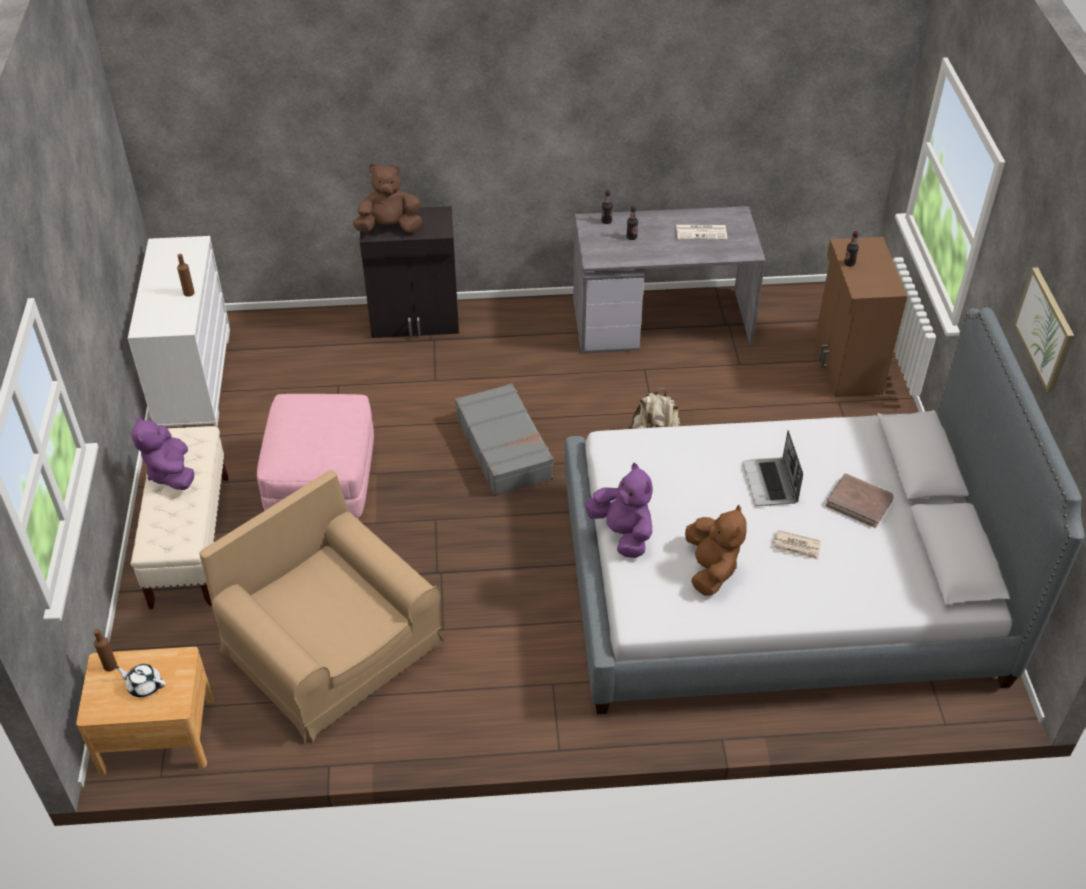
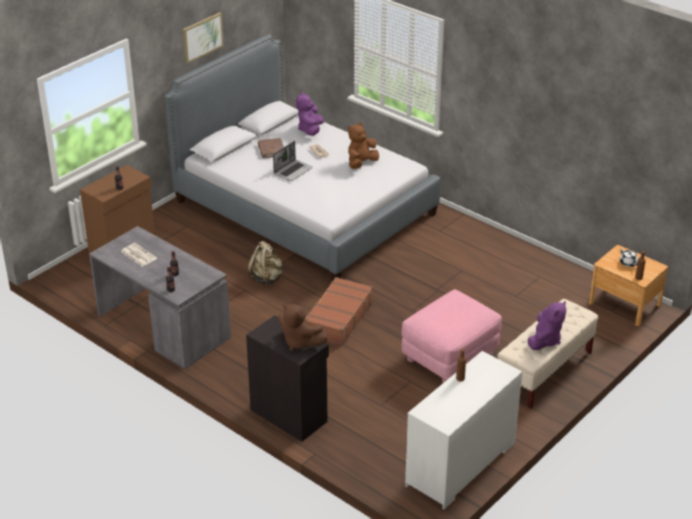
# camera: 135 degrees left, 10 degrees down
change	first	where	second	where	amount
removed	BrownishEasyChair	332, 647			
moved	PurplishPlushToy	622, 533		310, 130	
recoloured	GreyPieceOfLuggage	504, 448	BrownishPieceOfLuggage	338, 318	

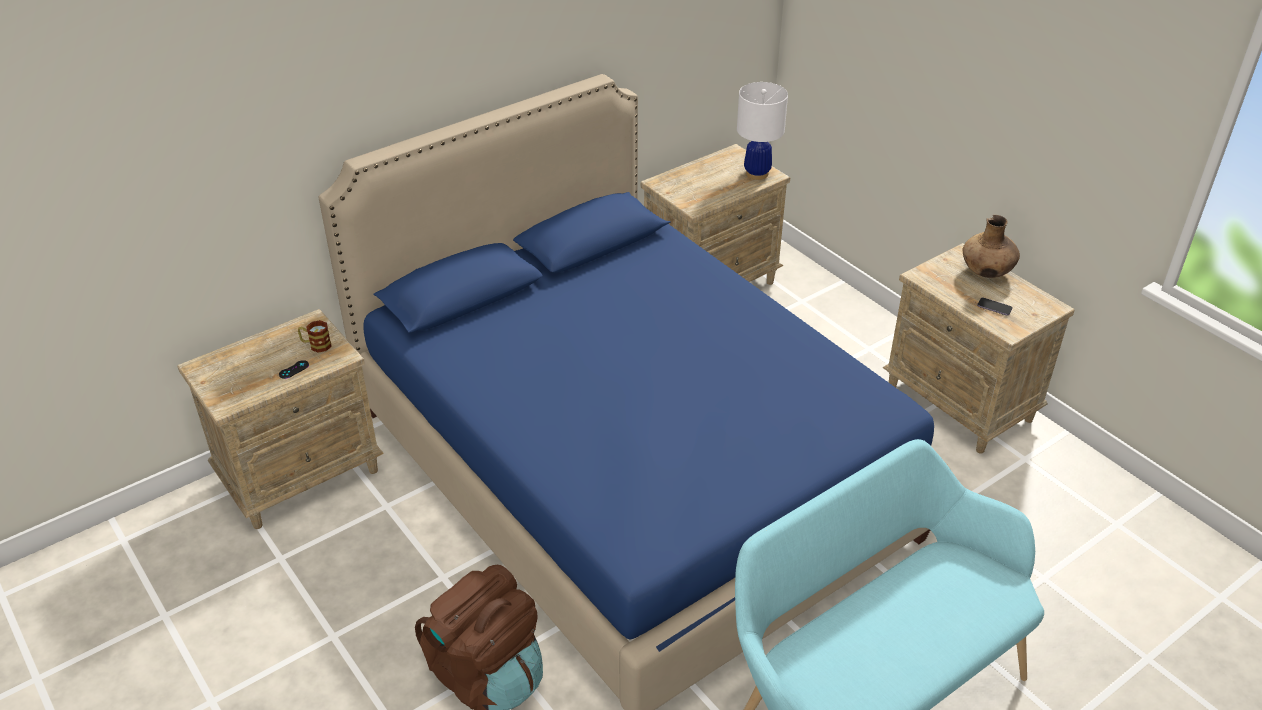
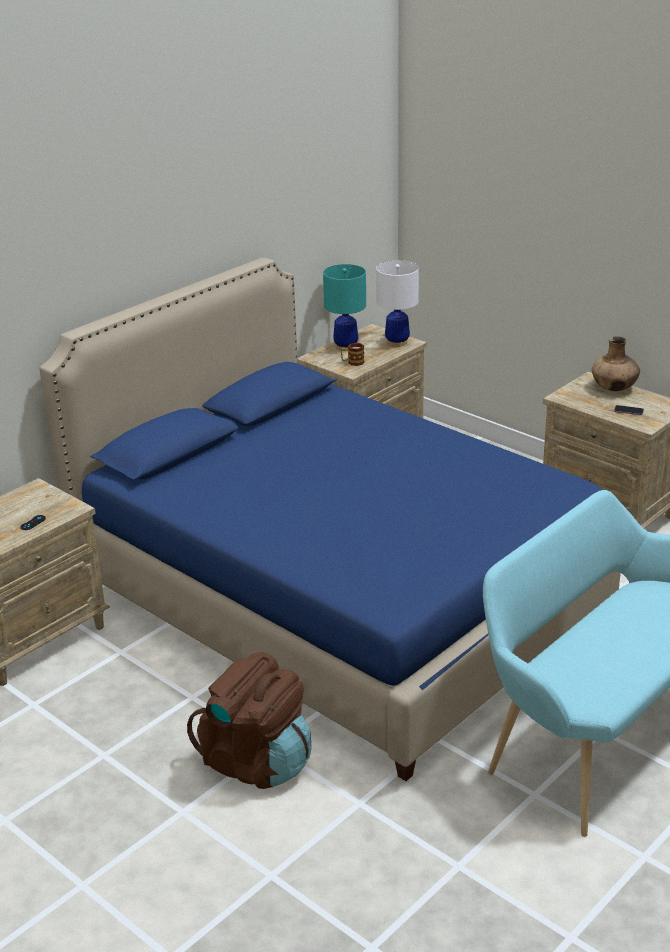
# camera: 10 degrees left, 10 degrees down
change	first	where	second	where	amount
added			TurquoiseColouredTableLamp	345, 346	
moved	CoffeeMug	316, 345		352, 362	

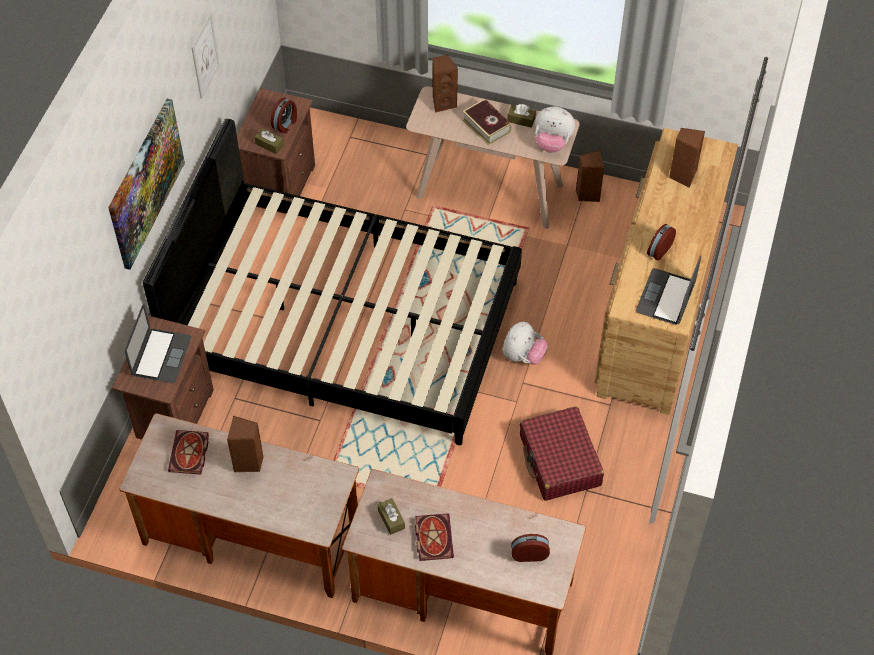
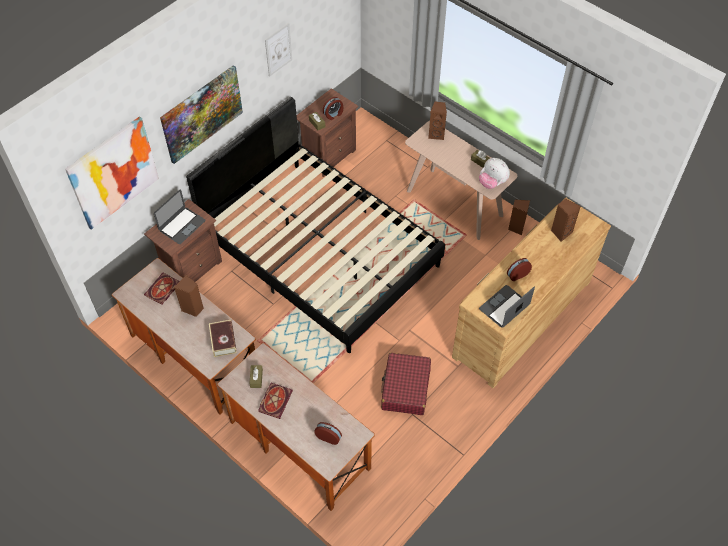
# camera: 25 degrees right, 0 degrees up
change	first	where	second	where	amount
removed	PlushToy	523, 356			
added			Picture	113, 173	
moved	Book	486, 126		223, 340	

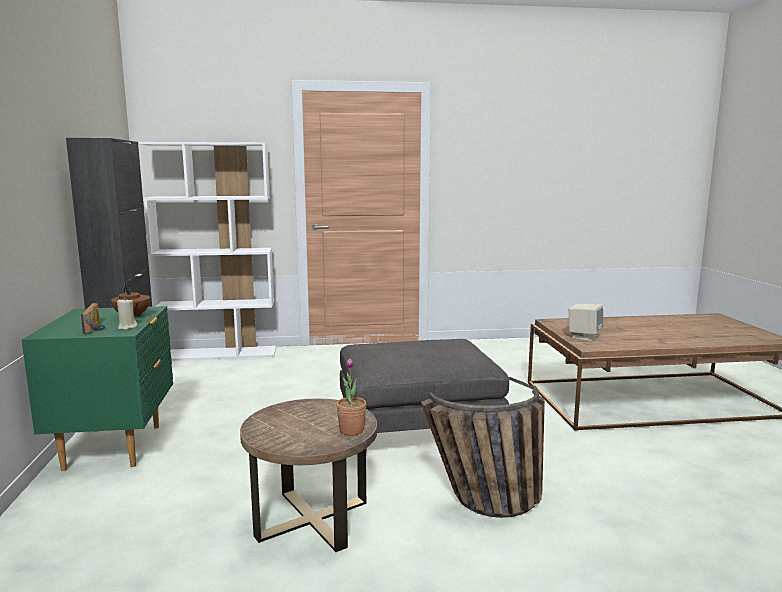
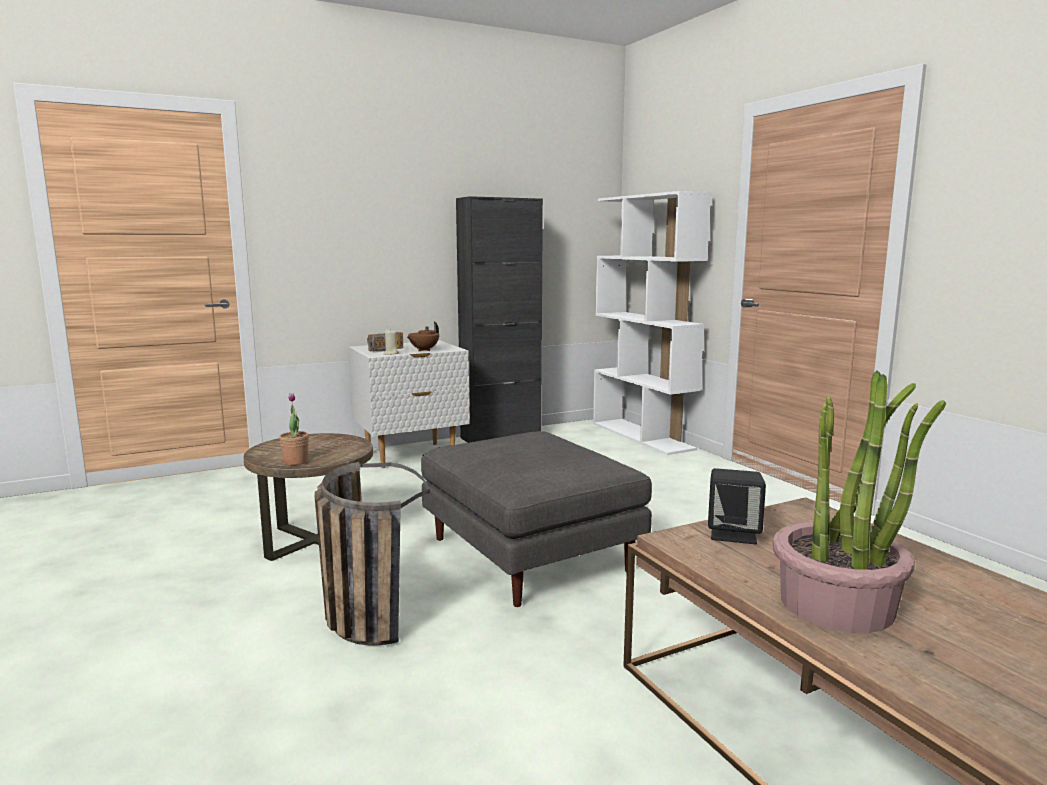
# camera: 70 degrees right, 0 degrees up
change	first	where	second	where	amount
added			Houseplant	837, 605	
recoloured	GreenColouredNightTable	115, 447	WhitishNightTable	411, 455	
recoloured	BeigeLoudspeaker	584, 337	BlackishLoudspeaker	733, 534	

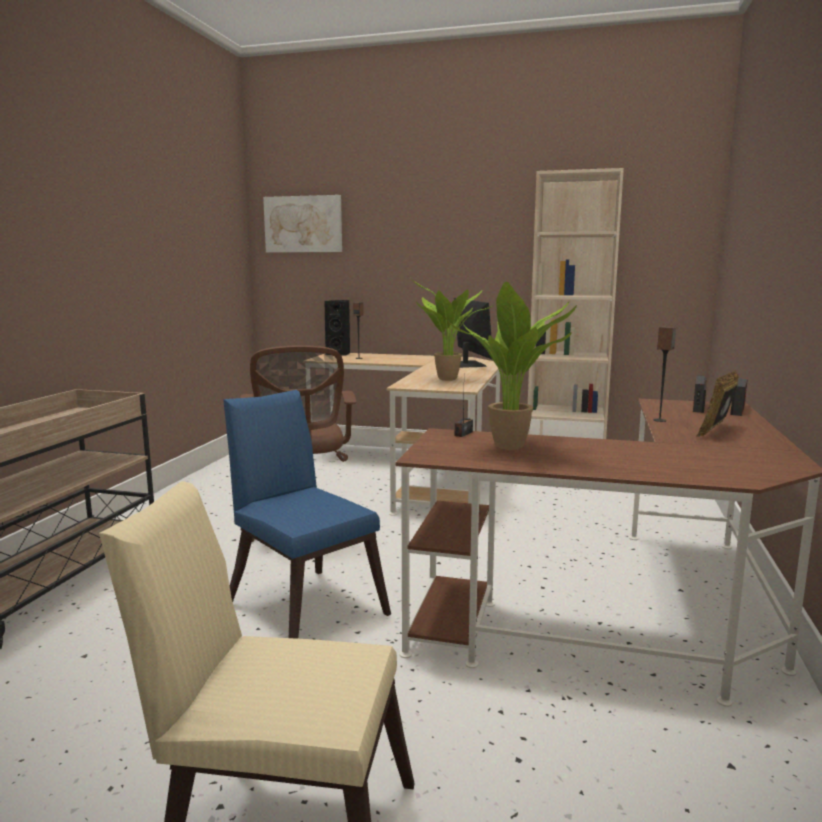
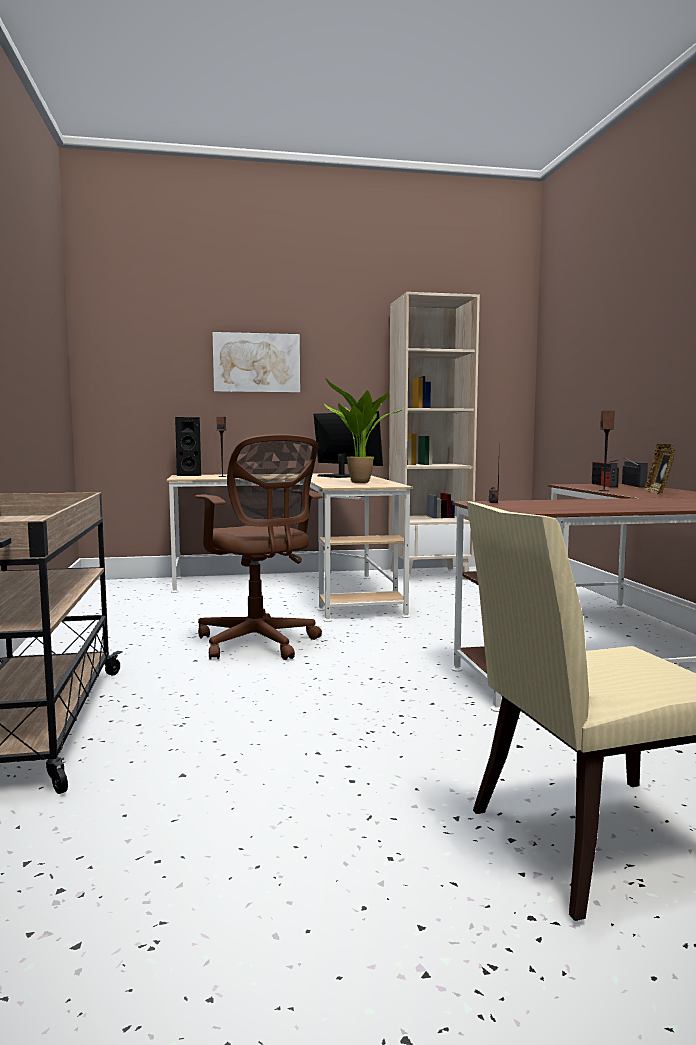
# camera: 25 degrees left, 5 degrees down
change	first	where	second	where	amount
removed	BluePlainChair	303, 604			
removed	Houseplant	514, 447			
moved	Picture	303, 224		256, 363	

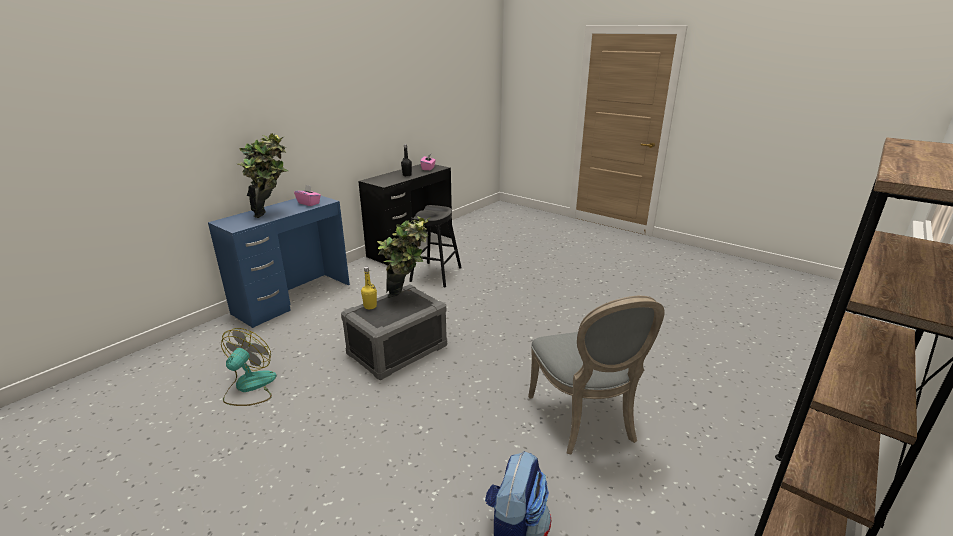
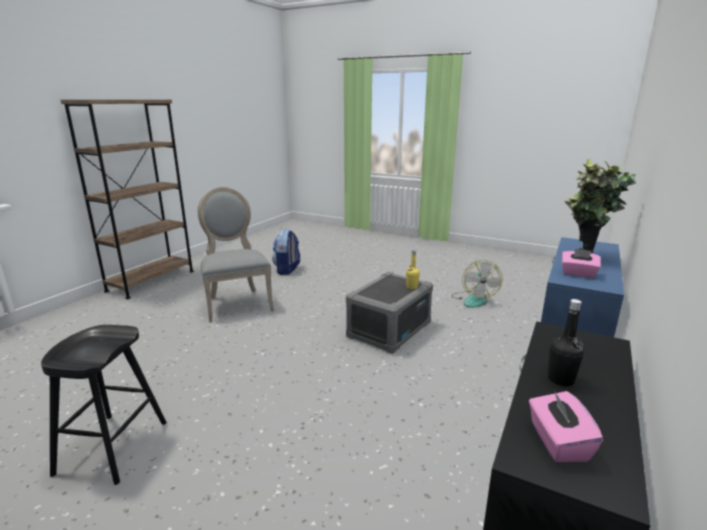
# camera: 170 degrees right, 5 degrees down
change	first	where	second	where	amount
removed	Houseplant	408, 296			
moved	BlackishSittingStool	436, 274		112, 447	

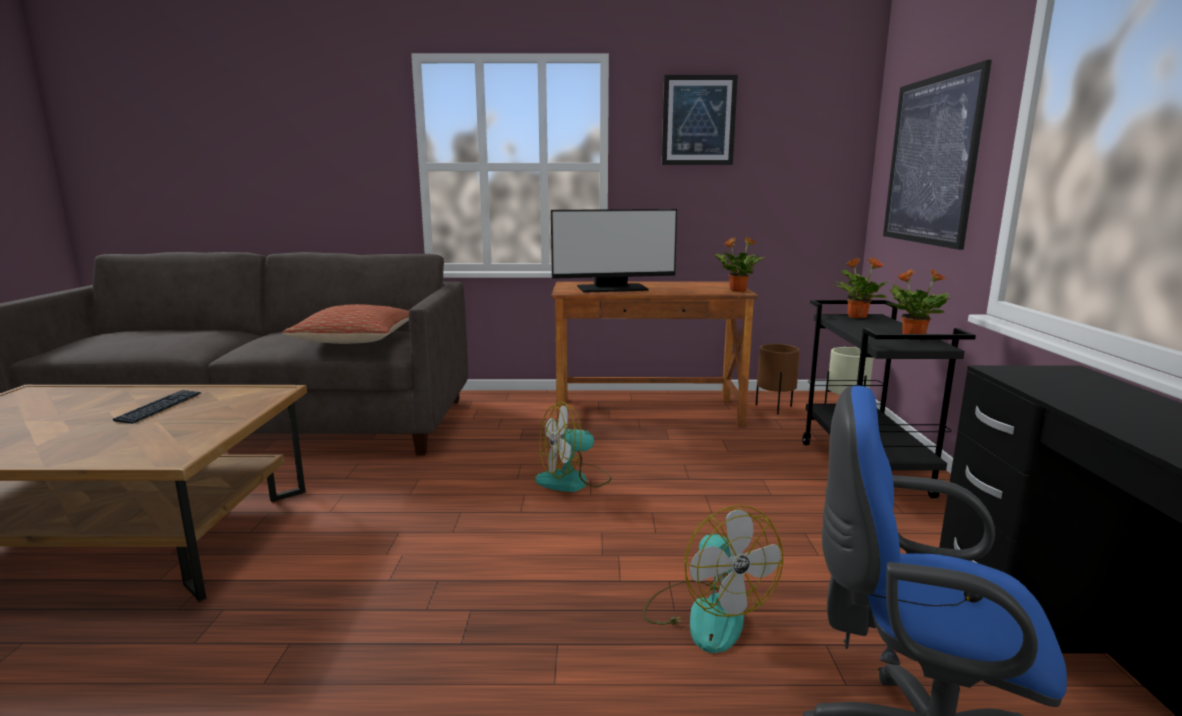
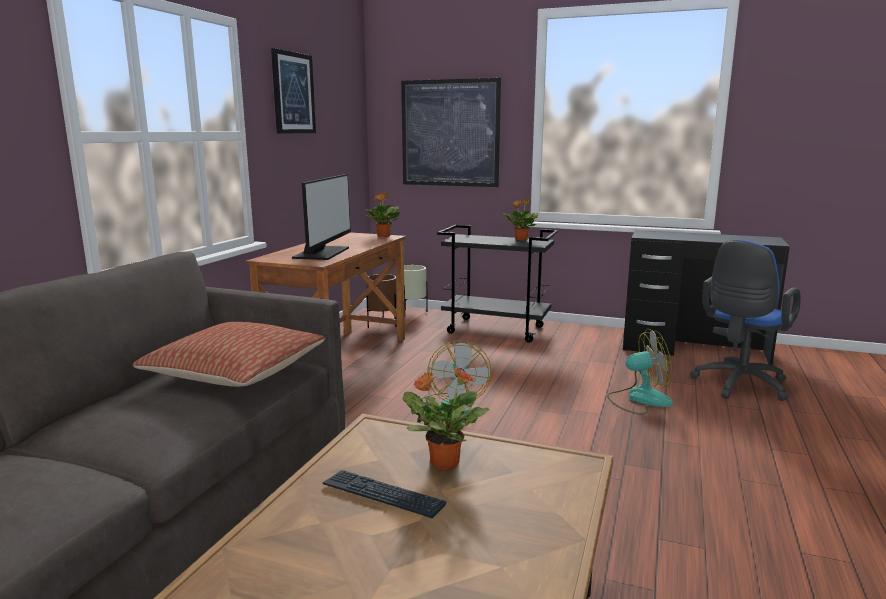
# camera: 70 degrees left, 0 degrees up
change	first	where	second	where	amount
moved	Houseplant	856, 316		443, 462	

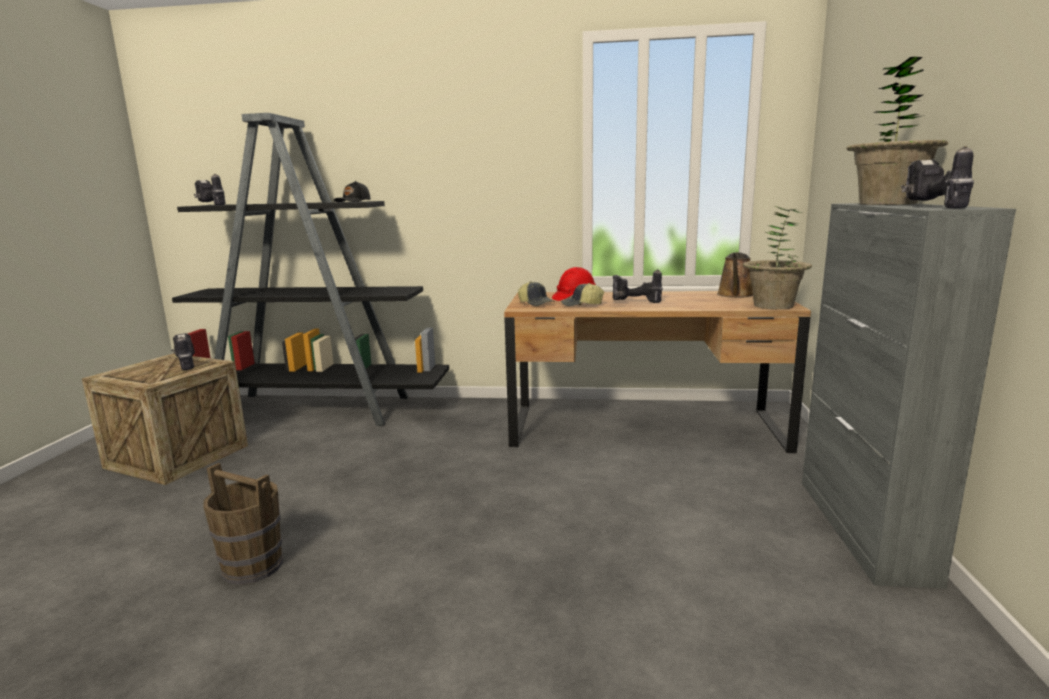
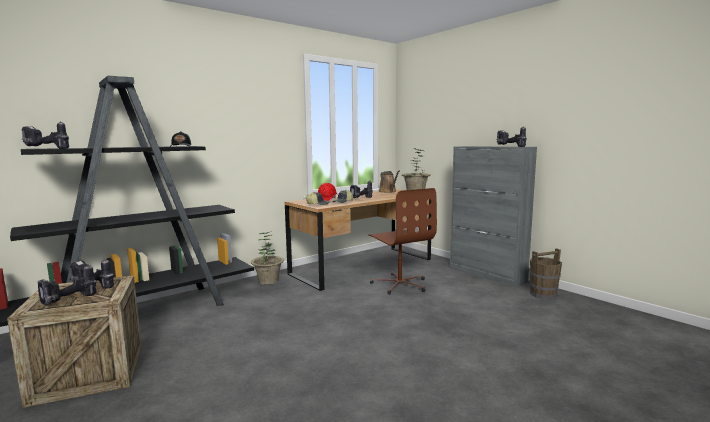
# camera: 45 degrees left, 5 degrees down
change	first	where	second	where	amount
added			PowerDrill	69, 301	
added			BrownishOfficeChair	400, 284	
moved	BrownishWaterBucket	252, 566		543, 294	
moved	Houseplant	887, 204		268, 281	

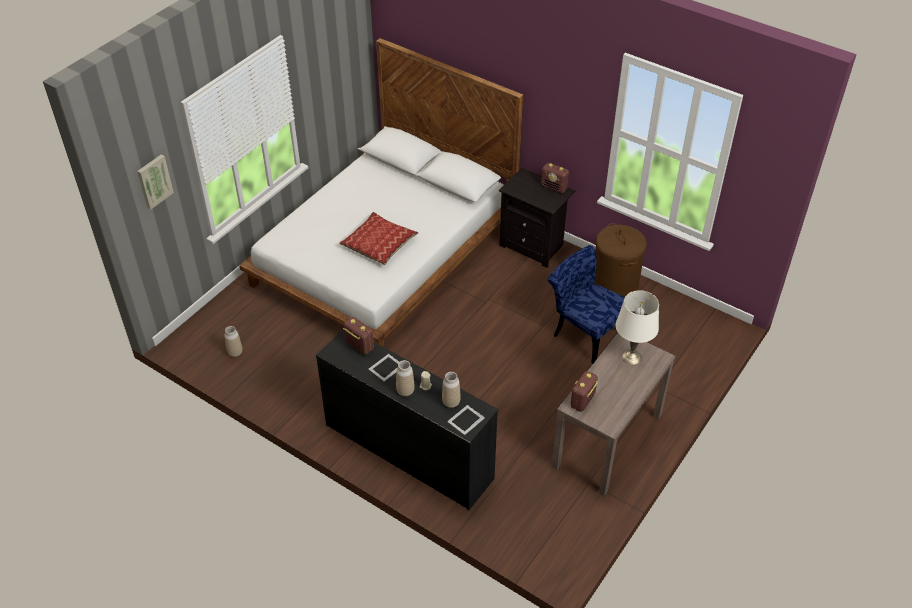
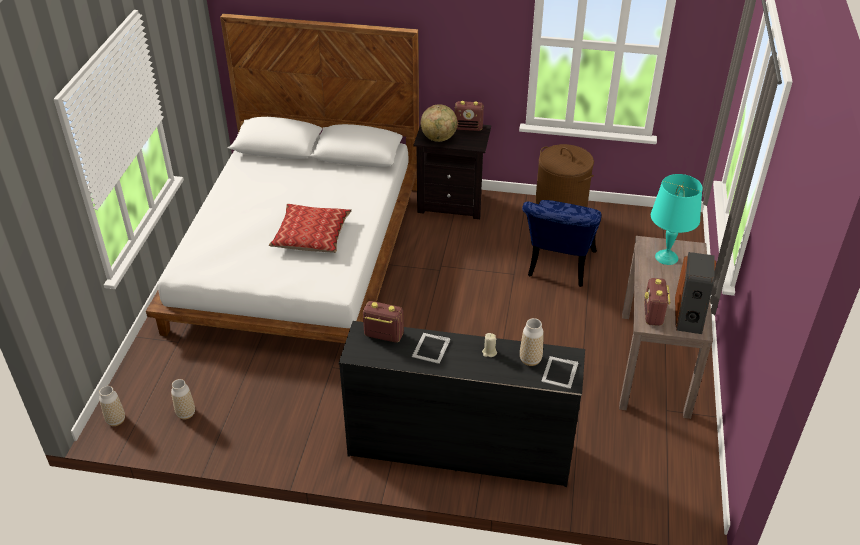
# camera: 25 degrees left, 5 degrees down
change	first	where	second	where	amount
removed	Picture	154, 181			
added			WorldGlobe	439, 138	
added			Loudspeaker	689, 315	
moved	Vase	405, 391		116, 420	
recoloured	WhitishTableLamp	631, 356	TurquoiseColouredTableLamp	666, 257	
turned	BluePlainChair	584, 332		558, 267	90 degrees counterclockwise

